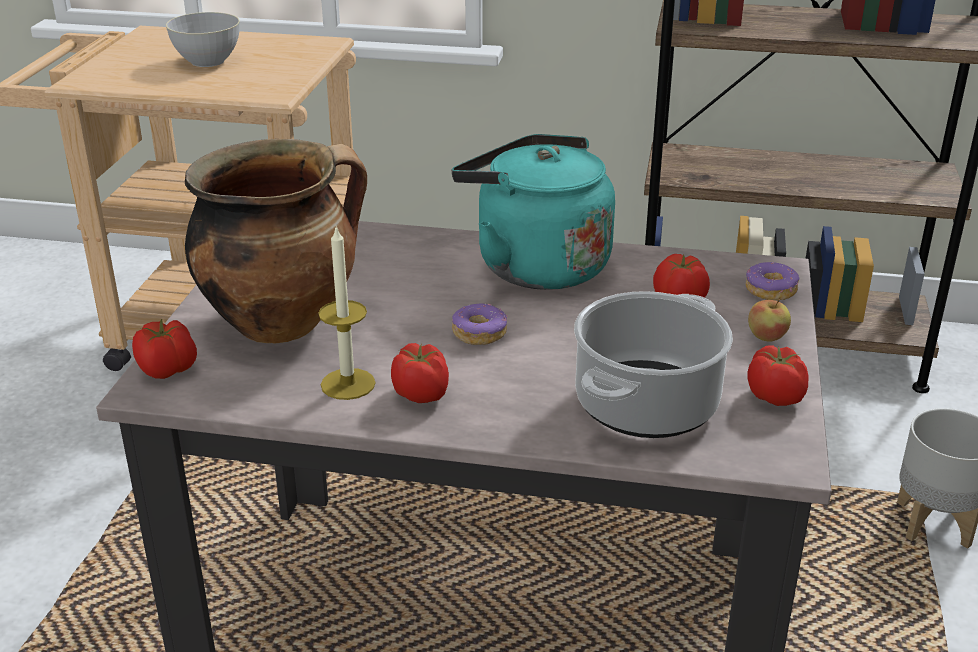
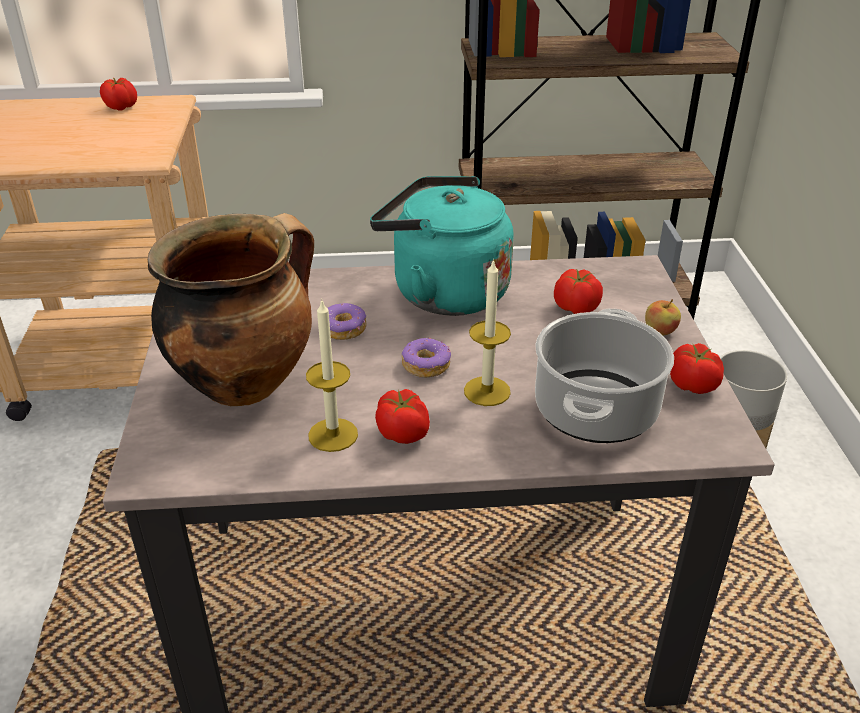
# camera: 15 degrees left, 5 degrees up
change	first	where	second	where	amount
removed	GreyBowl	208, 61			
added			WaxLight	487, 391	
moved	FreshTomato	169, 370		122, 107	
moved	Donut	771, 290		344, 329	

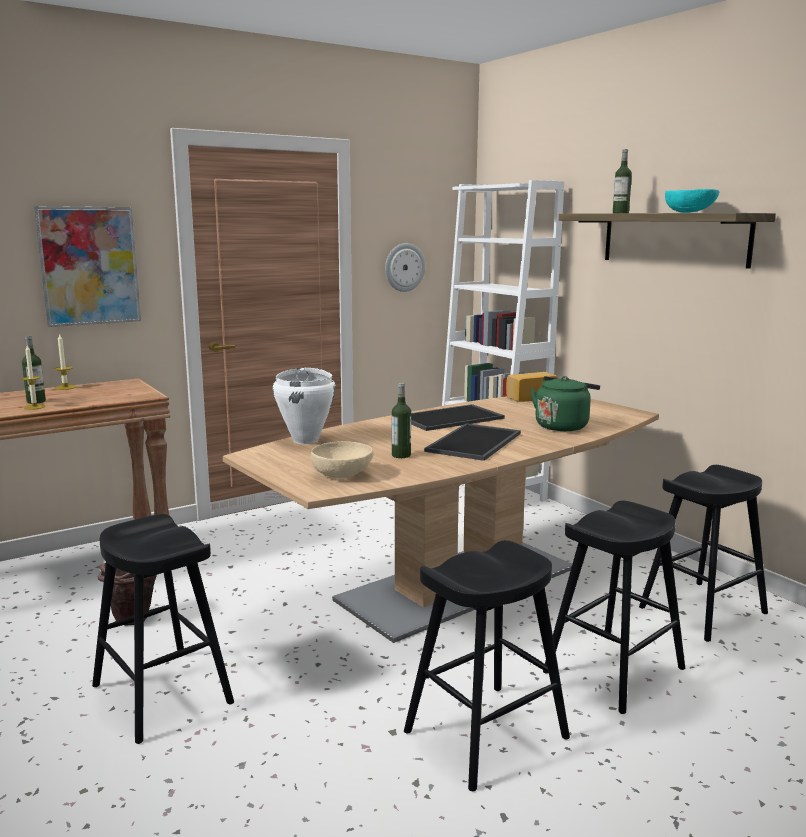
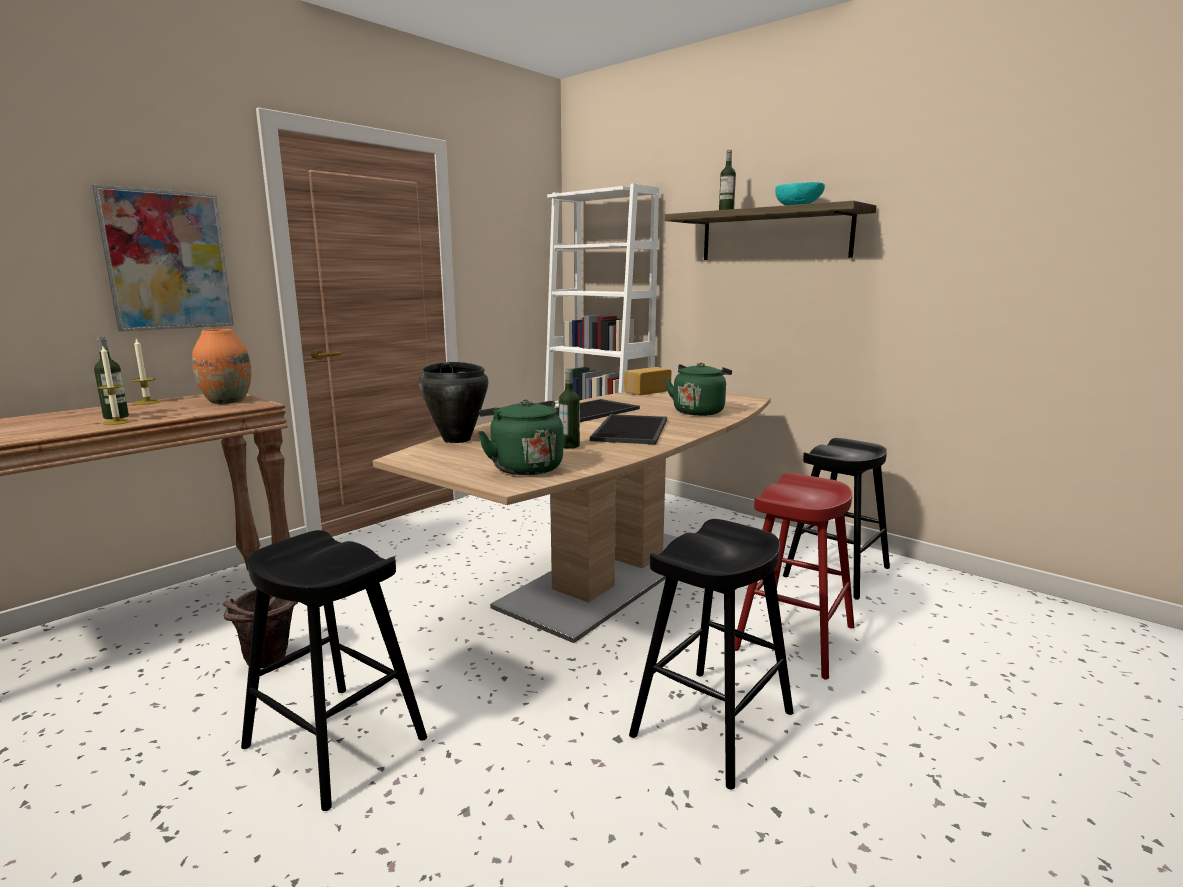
# camera: 15 degrees left, 0 degrees up
change	first	where	second	where	amount
removed	WallClock	404, 267			
added			OrangeyVase	226, 401	
replaced	BeigeBowl	343, 474	GreenColouredWaterKettle	523, 467	
recoloured	WhitishCookingPot	306, 440	BlackishCookingPot	457, 439	
recoloured	BlackishSittingStool	614, 670	RedColouredSittingStool	795, 638	

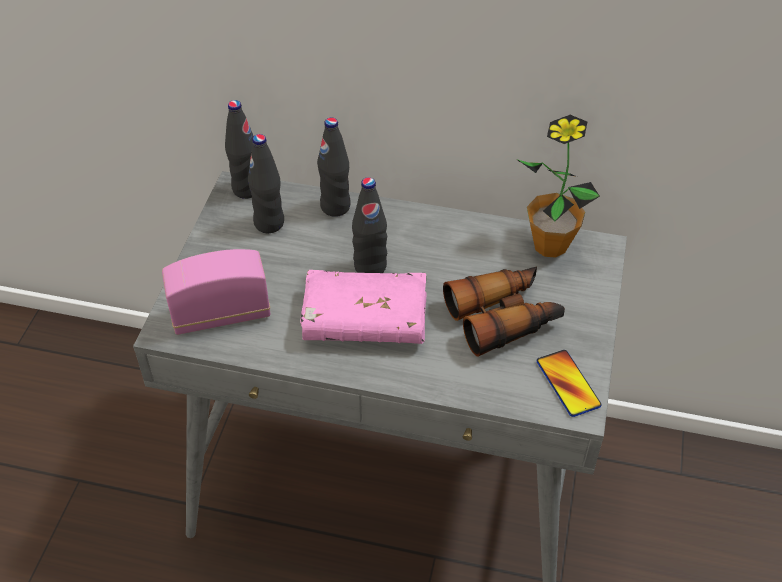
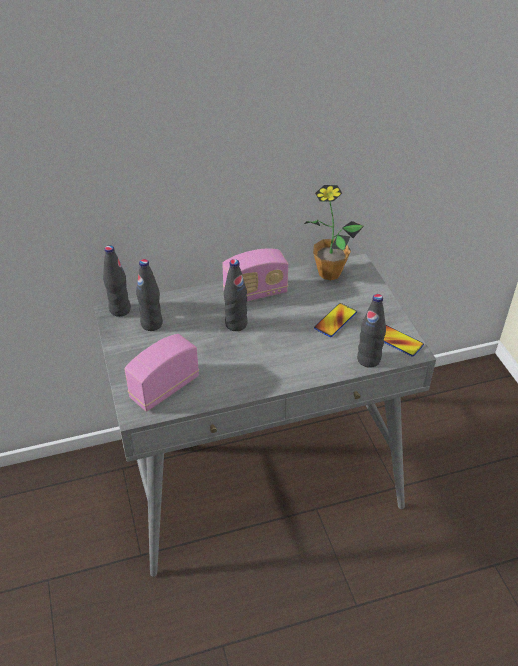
# camera: 30 degrees left, 5 degrees down
change	first	where	second	where	amount
removed	PinkBook	364, 320			
added			RadioSet	255, 293	
moved	BlackishBeverageBottle	335, 206		368, 360	
replaced	Binoculars	504, 317	Phone	335, 321	

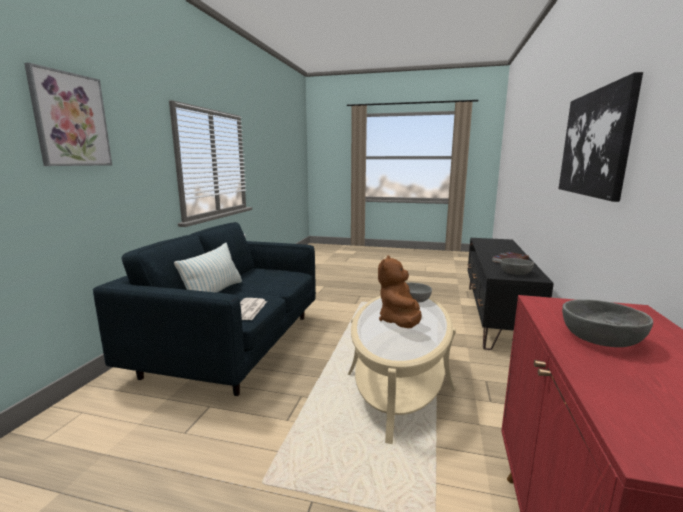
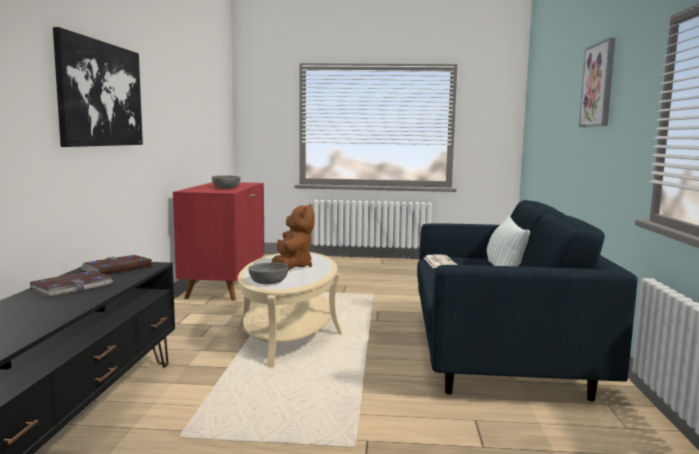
# camera: 170 degrees right, 5 degrees down
change	first	where	second	where	amount
replaced	GreyBowl	515, 273	Book	117, 268	

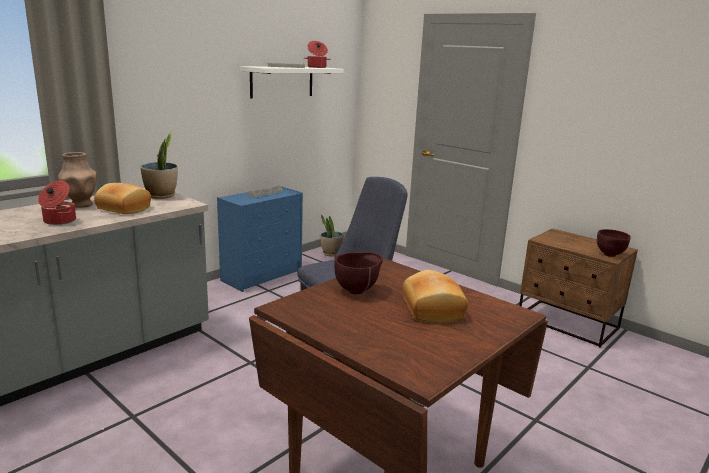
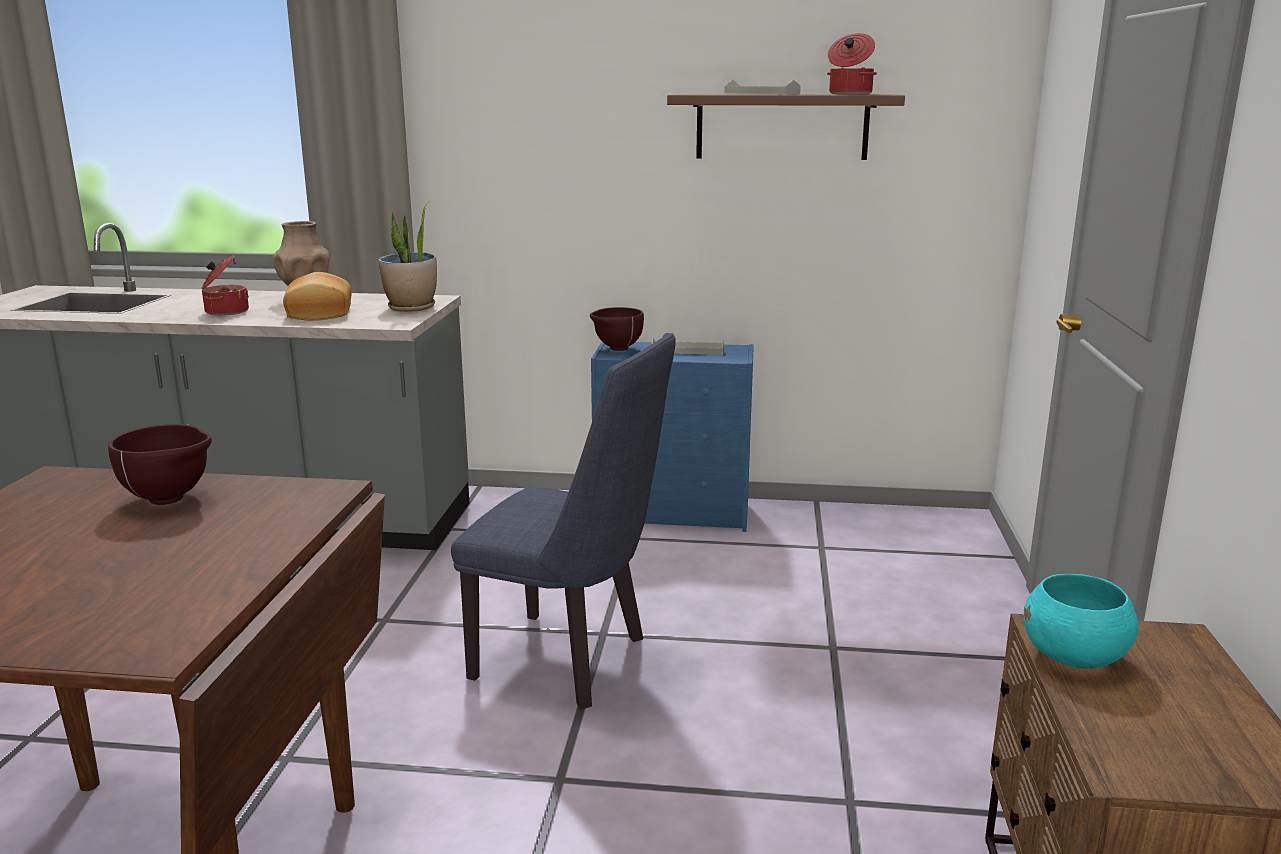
# camera: 55 degrees right, 0 degrees up
change	first	where	second	where	amount
removed	Houseplant	331, 254			
removed	Bread	431, 310			
added			TurquoiseColouredBowl	1074, 657	
moved	BrownishBowl	610, 255		616, 349	
recoloured	WhitishShelf	282, 81	BrownishShelf	782, 126	

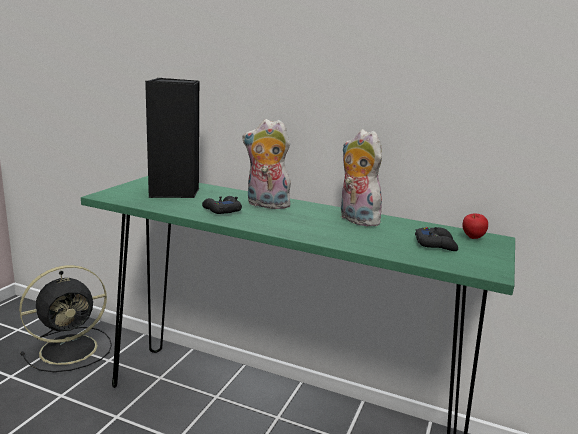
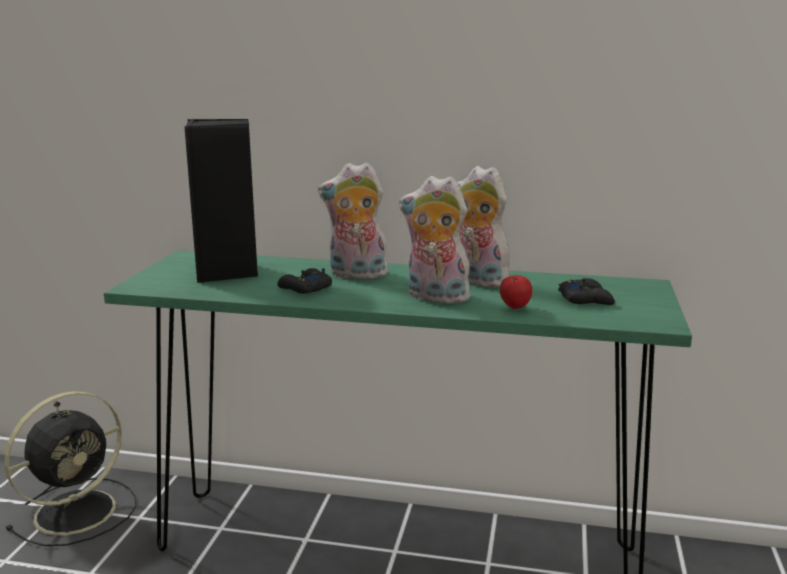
# camera: 10 degrees left, 0 degrees up
change	first	where	second	where	amount
added			PlushToy	434, 298	
moved	Apple	472, 238		514, 308	

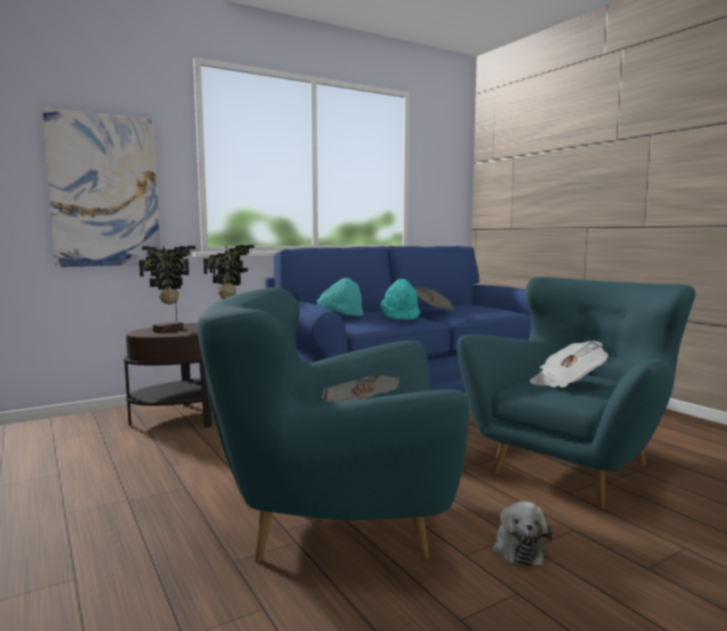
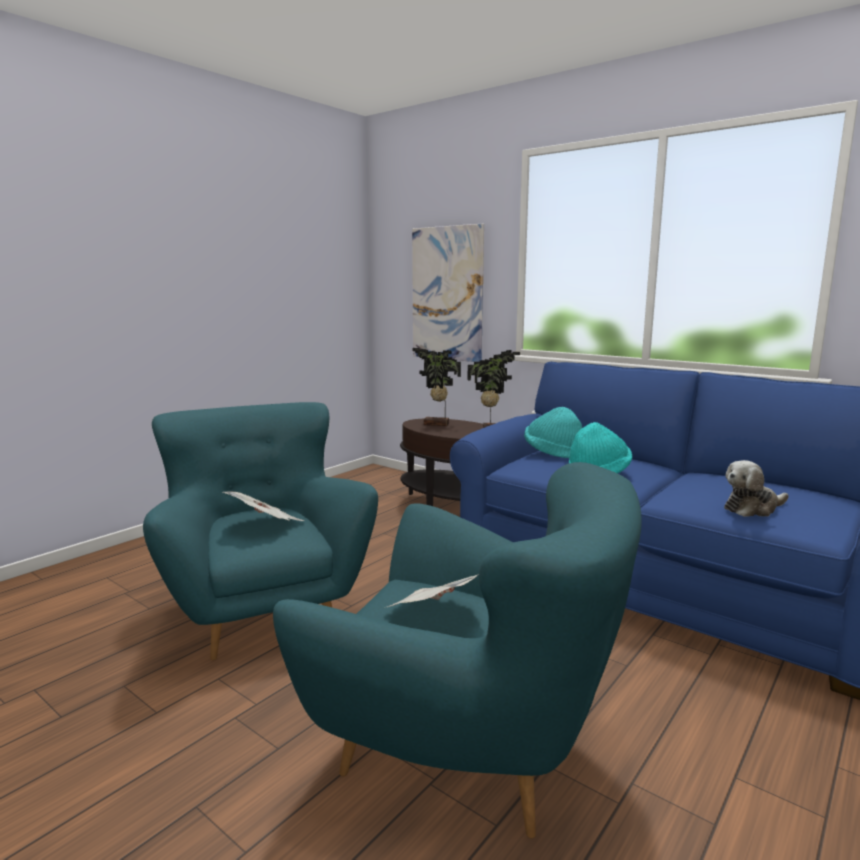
# camera: 70 degrees right, 5 degrees up
change	first	where	second	where	amount
removed	Newspaper	434, 311			
moved	PlushToy	518, 548		752, 508	

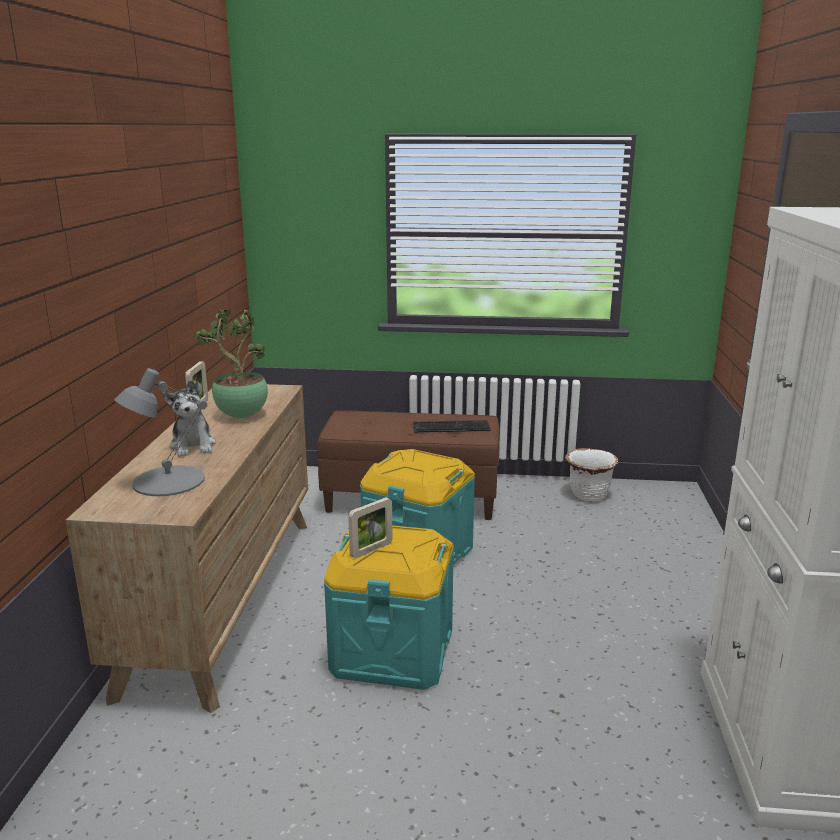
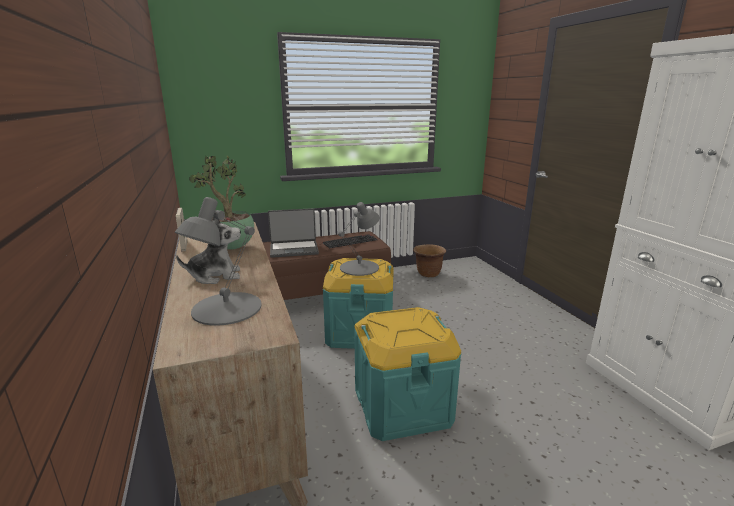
# camera: 25 degrees left, 0 degrees up
change	first	where	second	where	amount
removed	PhotoFrame	371, 550			
added			NotebookComputer	294, 249	
added			GreyTableLamp	360, 267	
recoloured	WhitishPlanter	588, 495	BrownishPlanter	428, 274	
turned	PlushToy	193, 446		216, 276	60 degrees counterclockwise

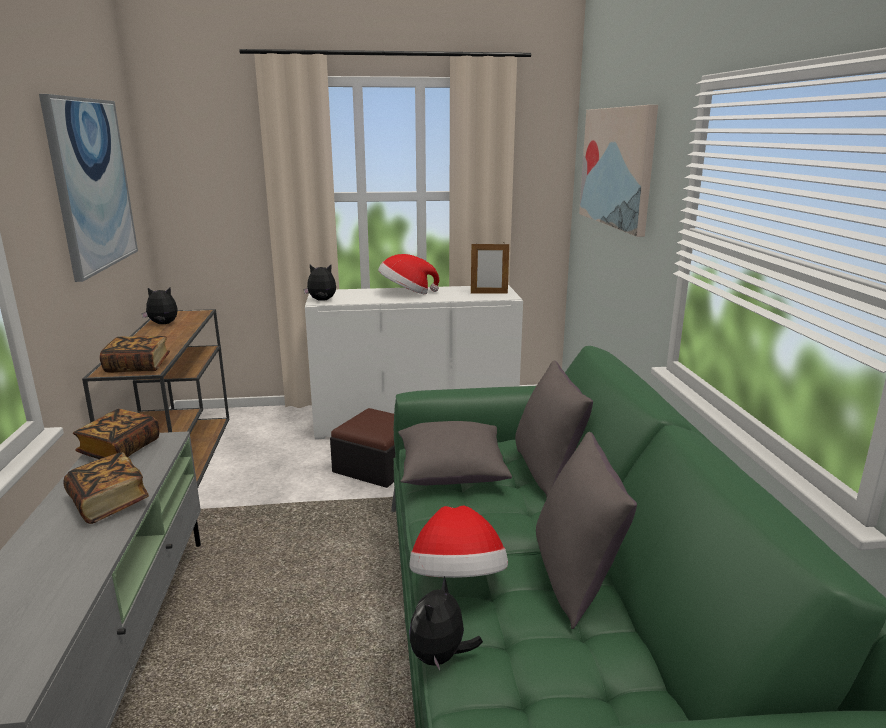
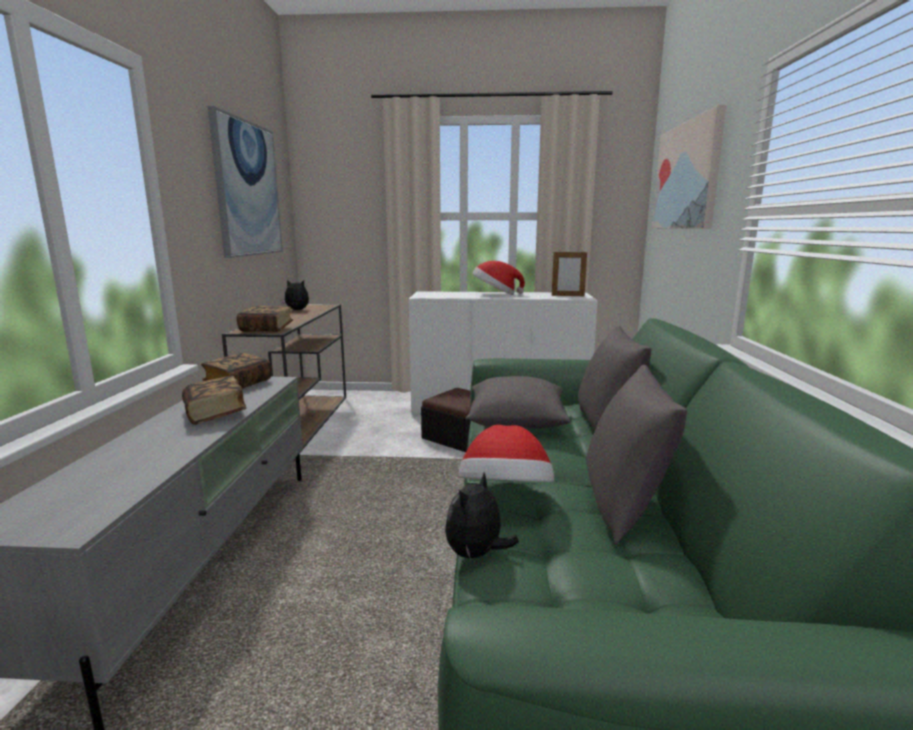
# camera: 10 degrees right, 5 degrees down
change	first	where	second	where	amount
removed	PlushToy	322, 301			

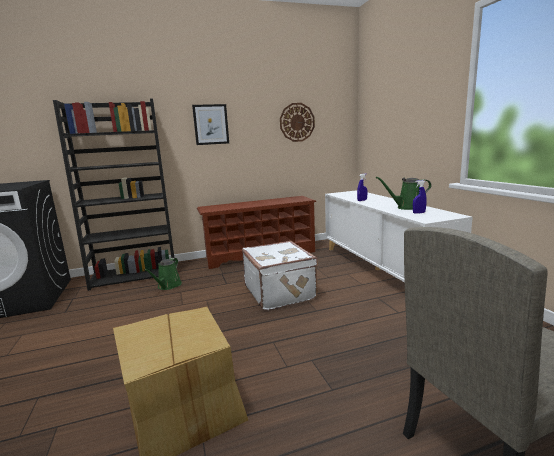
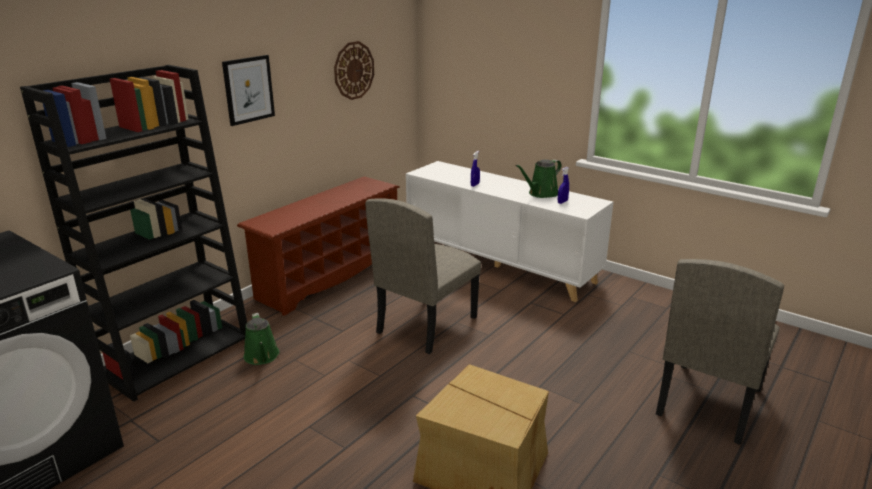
# camera: 35 degrees left, 10 degrees up
change	first	where	second	where	amount
replaced	WhitishPieceOfLuggage	280, 292	BeigePlainChair	426, 324	

